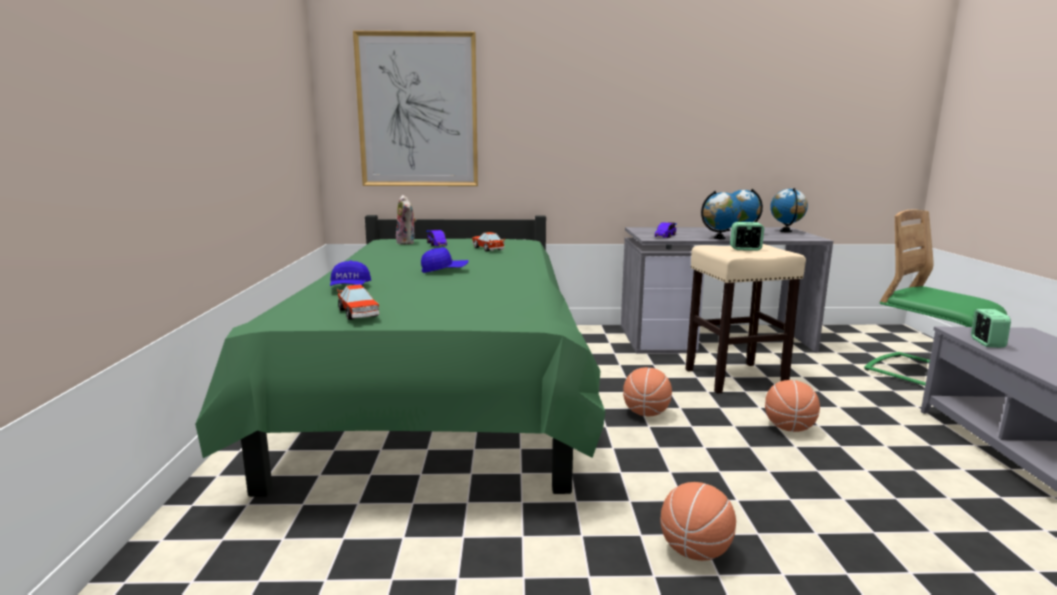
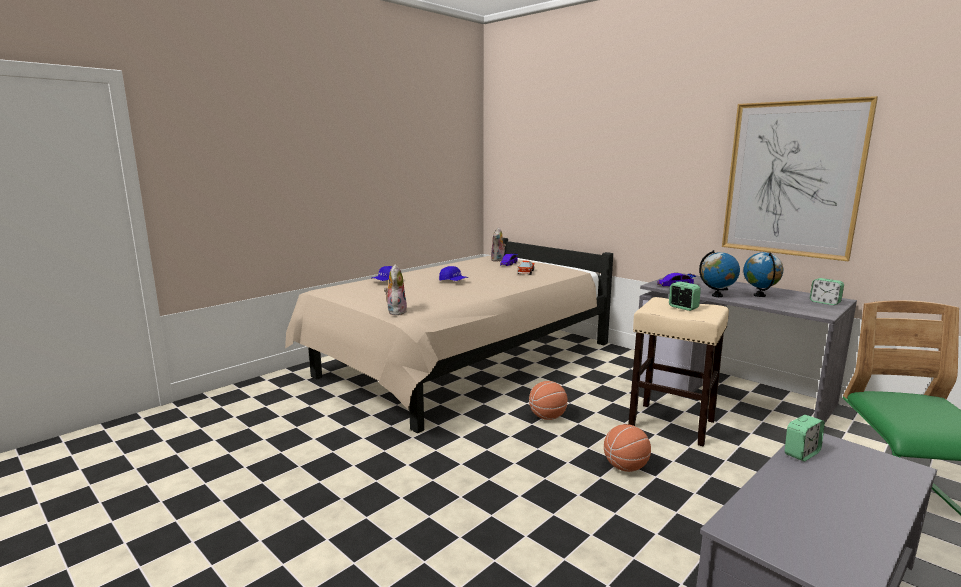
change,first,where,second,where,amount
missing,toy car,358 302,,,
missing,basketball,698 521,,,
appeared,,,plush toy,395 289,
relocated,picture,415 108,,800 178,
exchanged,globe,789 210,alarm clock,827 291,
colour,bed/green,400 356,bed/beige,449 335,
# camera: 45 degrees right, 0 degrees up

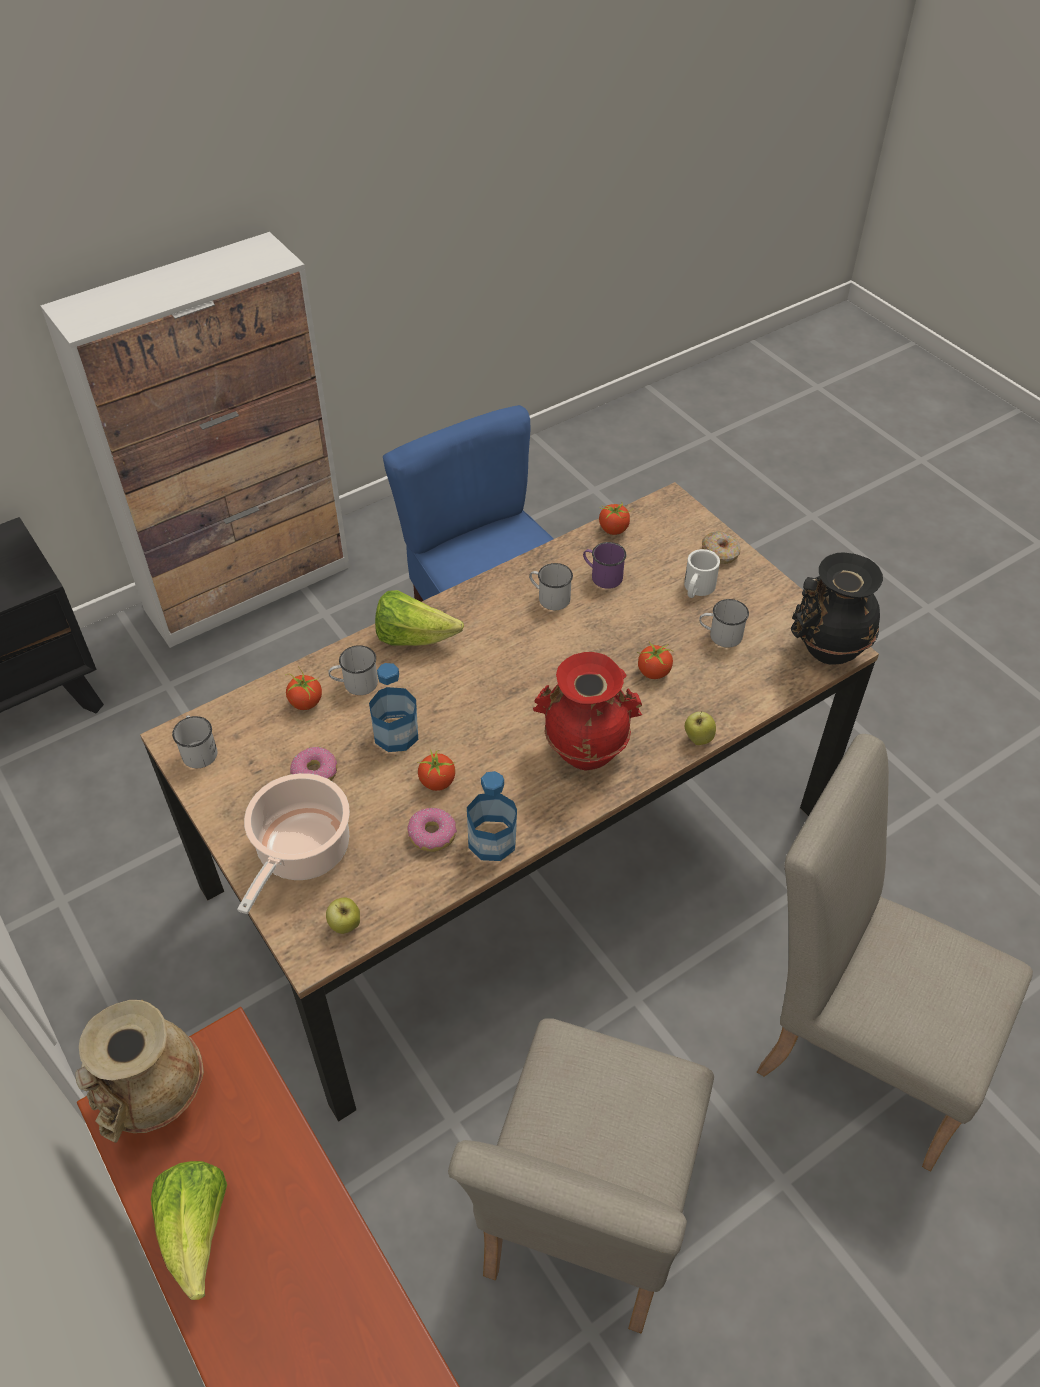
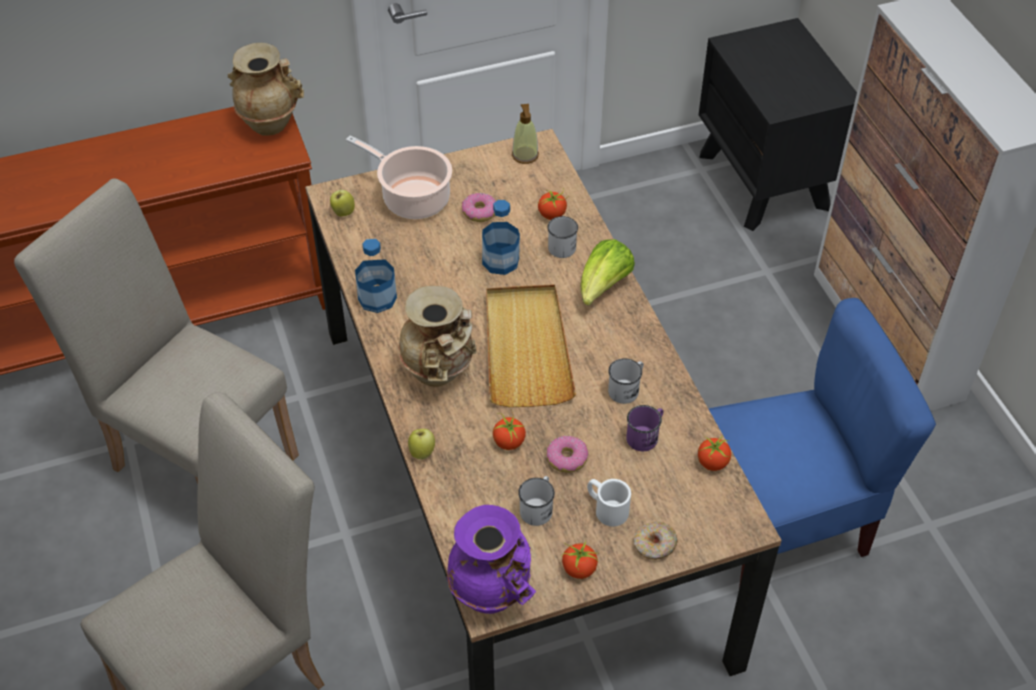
change,first,where,second,where,amount
missing,lettuce,189 1230,,,
appeared,,,tray/beige,531 346,
relocated,donut,432 830,,567 454,
relocated,tomato,436 770,,580 560,
exchanged,mug/white,195 741,soap dispenser,525 134,
colour,vase/red,587 711,vase/beige,437 336,
colour,vase/black,837 608,vase/purple,491 559,
# camera: 105 degrees right, 0 degrees up

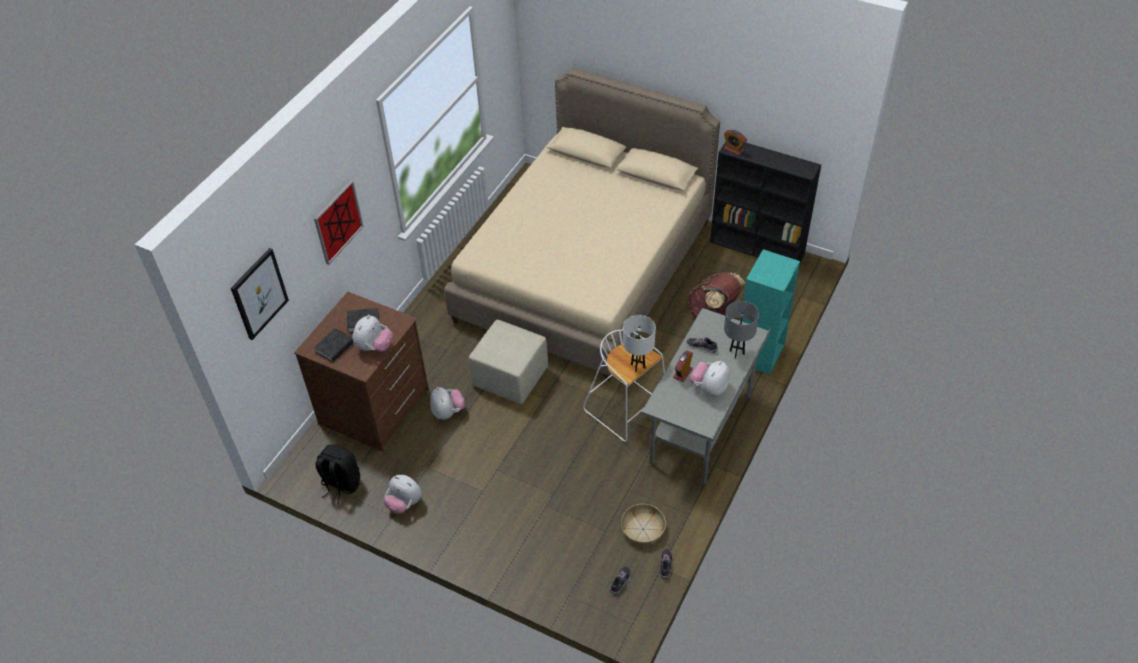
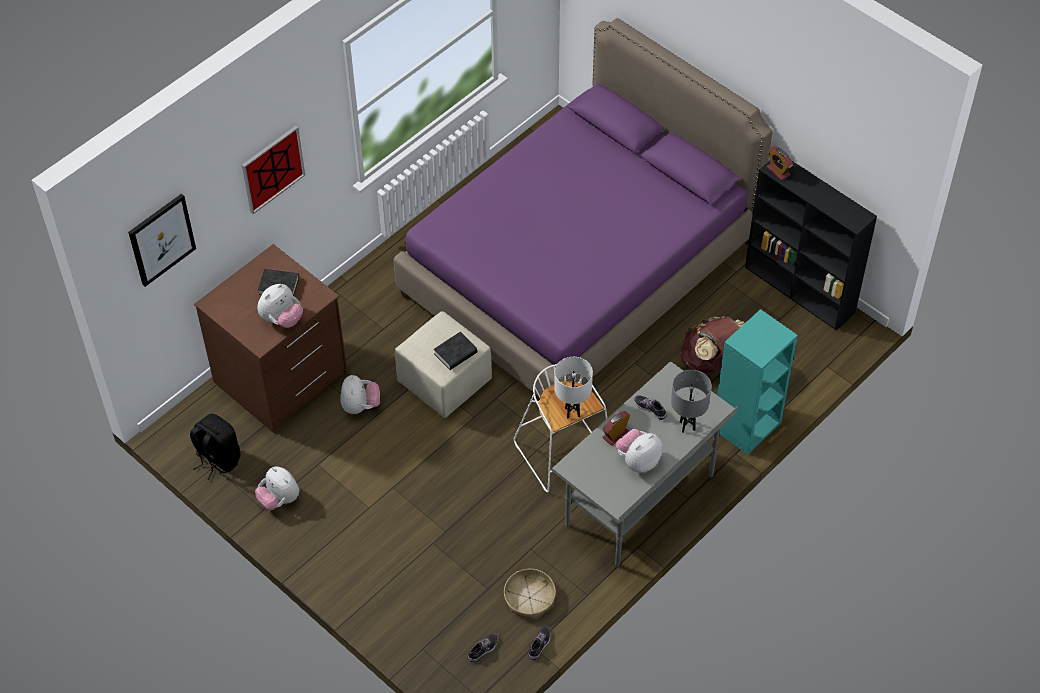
change,first,where,second,where,amount
relocated,book/black,333 345,,455 351,
colour,bed/beige,582 224,bed/purple,583 207,
# camera: 15 degrees right, 5 degrees up

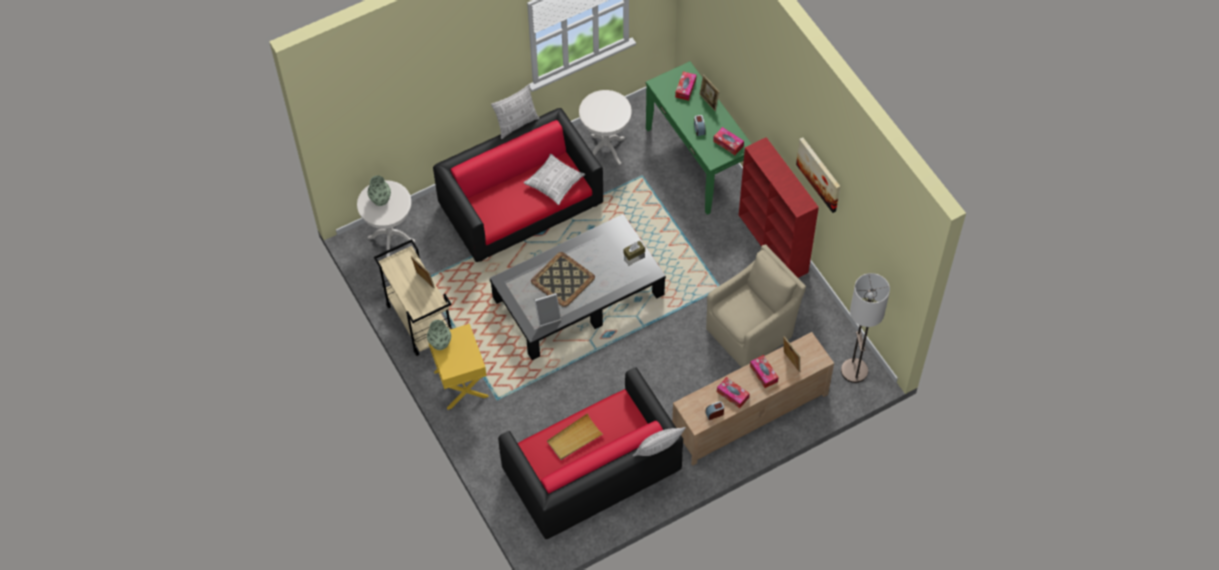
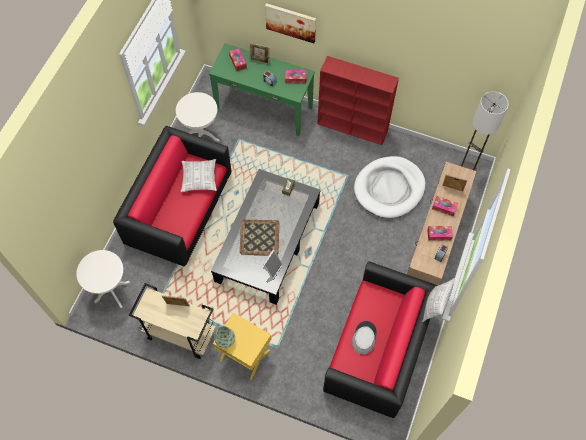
change,first,where,second,where,amount
missing,vase,379 190,,,
missing,pillow,515 111,,,
relocated,picture,818 175,,290 23,
exchanged,tray/beige,575 436,hat/grey,364 338,
exchanged,armchair/beige,756 305,dog bed/white,390 187,
# camera: 40 degrees left, 5 degrees up

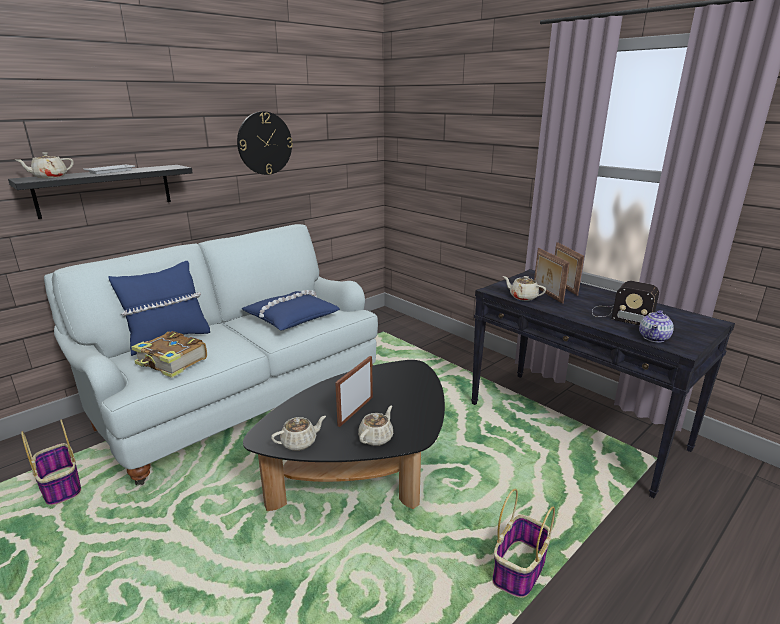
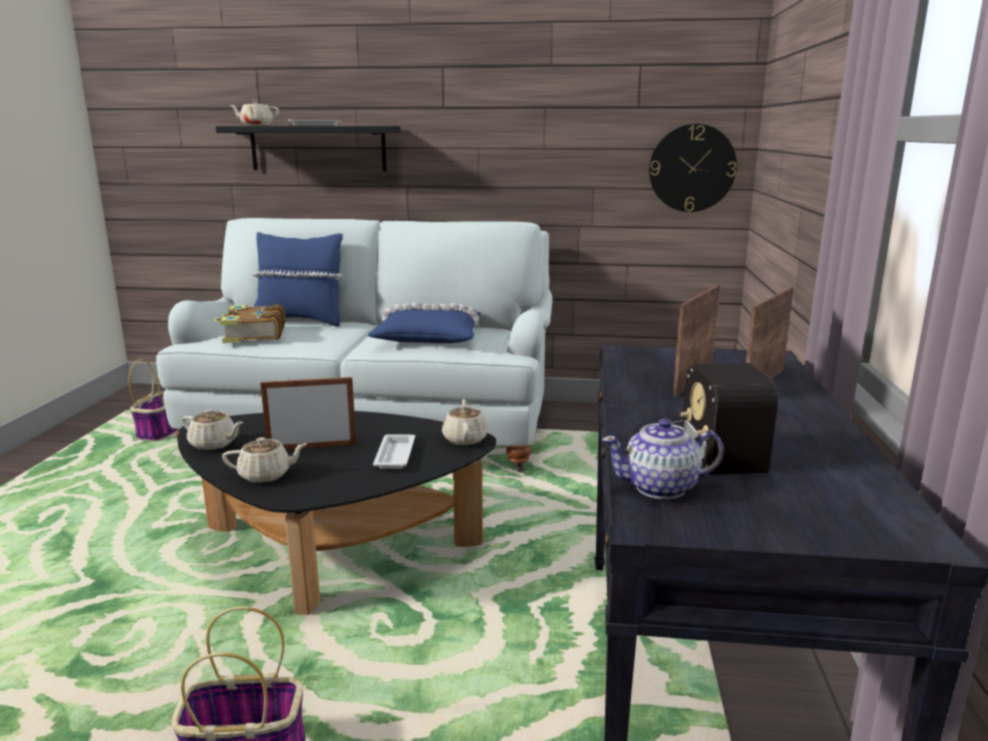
change,first,where,second,where,amount
appeared,,,tray/white,394 451,
relocated,wall clock,265 143,,693 168,
relocated,teapot/beige,524 288,,465 422,
# camera: 50 degrees right, 5 degrees down

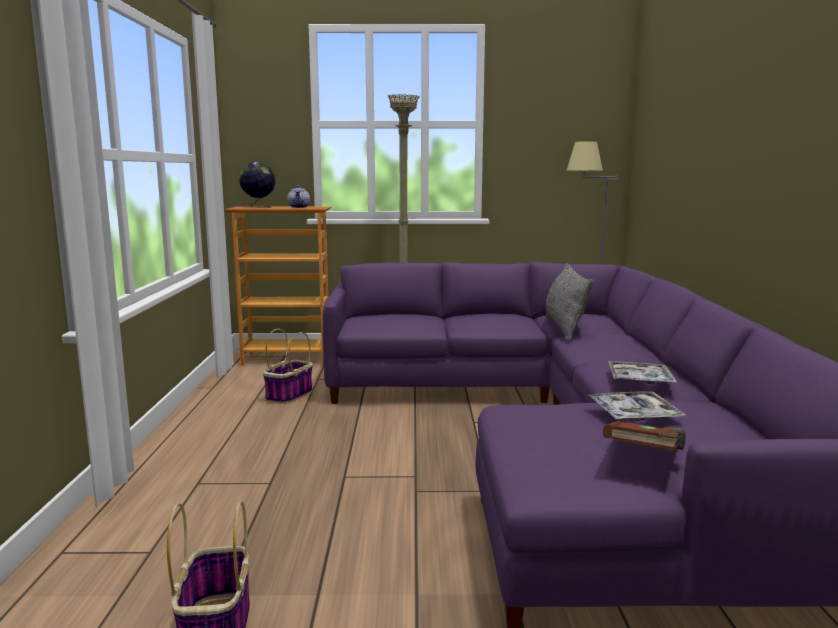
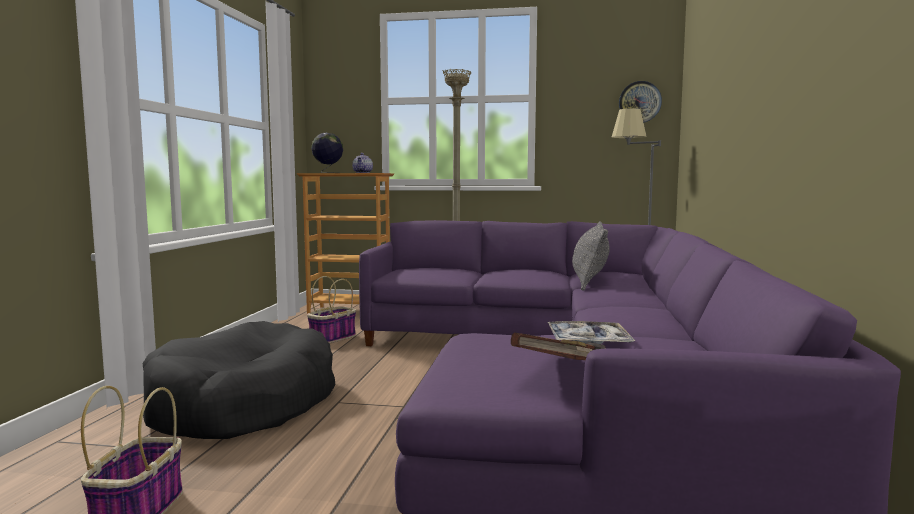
change,first,where,second,where,amount
missing,tray,642 372,,,
appeared,,,dog bed/black,238 380,
appeared,,,wall clock,640 102,
# camera: 10 degrees right, 5 degrees down

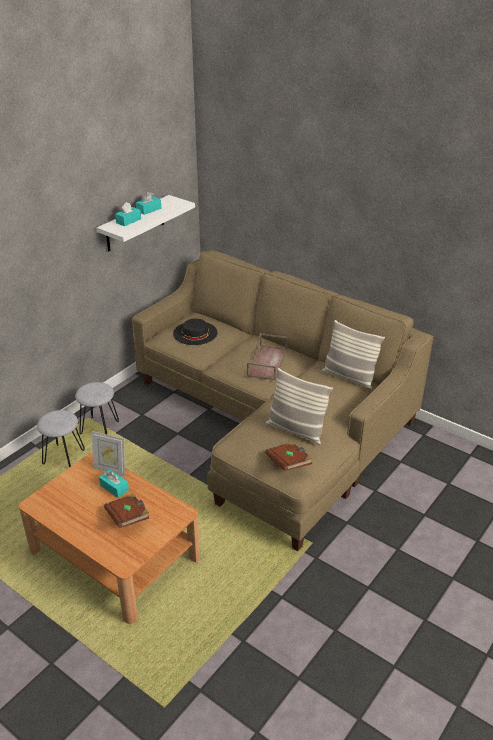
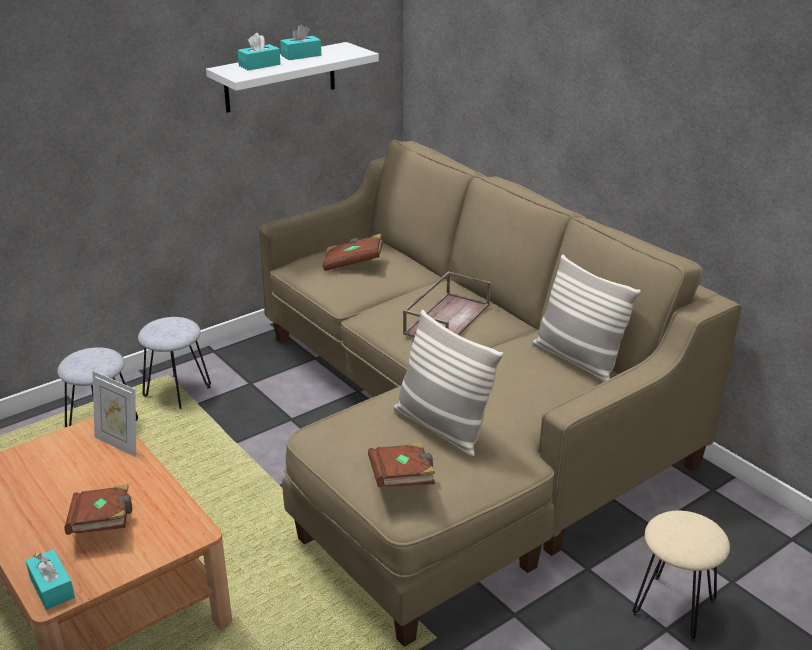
change,first,where,second,where,amount
appeared,,,stool/beige,681 576,
relocated,tissue box/turquoise,114 484,,50 579,
exchanged,hat/black,195 331,book/brown,352 252,
# camera: 15 degrees right, 5 degrees down

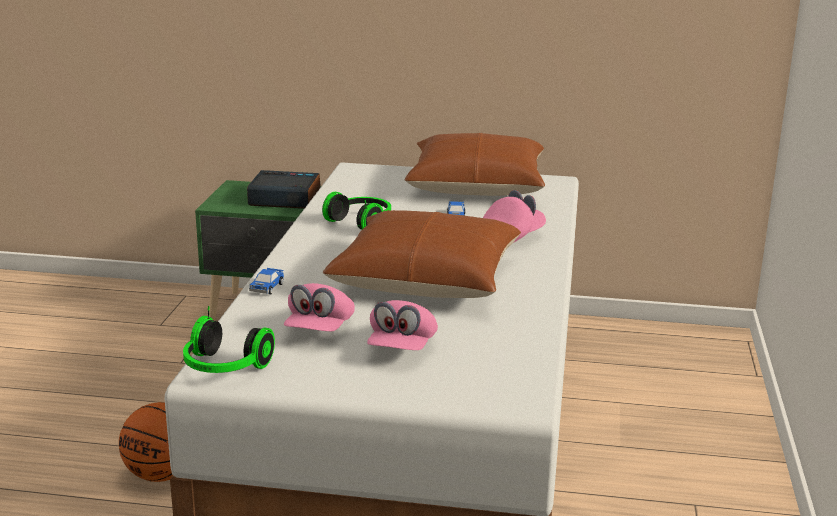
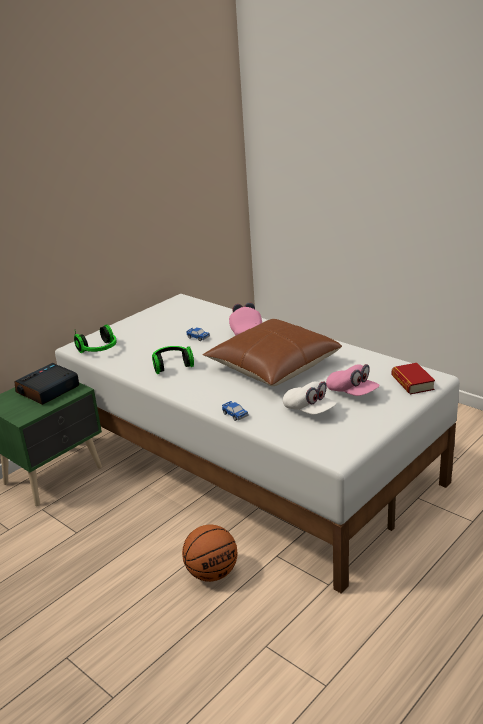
change,first,where,second,where,amount
missing,pillow/brown,474 164,,,
appeared,,,book,413 378,
relocated,headphones,229 339,,95 338,
colour,cap/pink,319 307,cap/white,310 398,
# camera: 55 degrees left, 5 degrees up

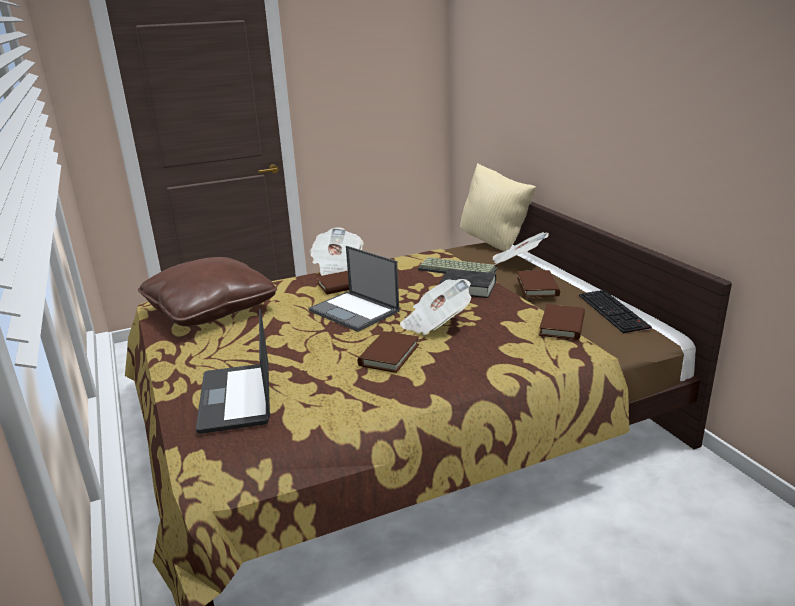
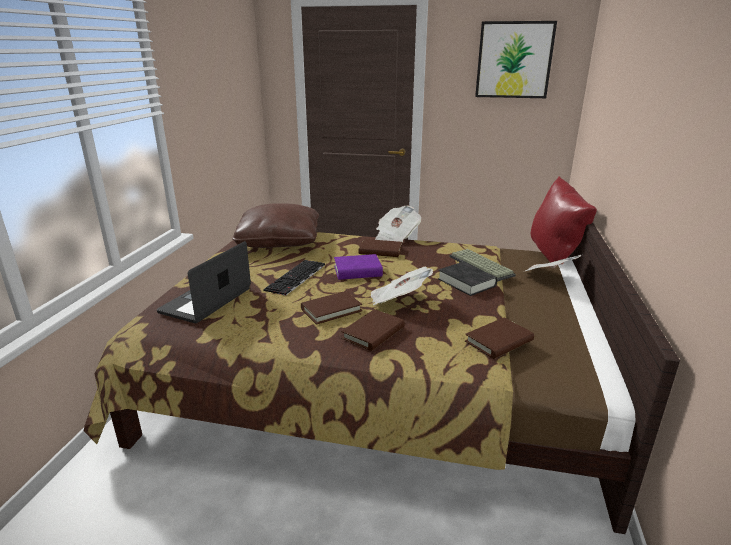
change,first,where,second,where,amount
appeared,,,picture,516 59,
relocated,book/brown,538 283,,373 330,
relocated,keyboard,615 311,,294 278,
exchanged,laptop,354 289,book/purple,358 267,
colour,pillow/beige,498 207,pillow/red,564 219,
# camera: 35 degrees right, 0 degrees up

